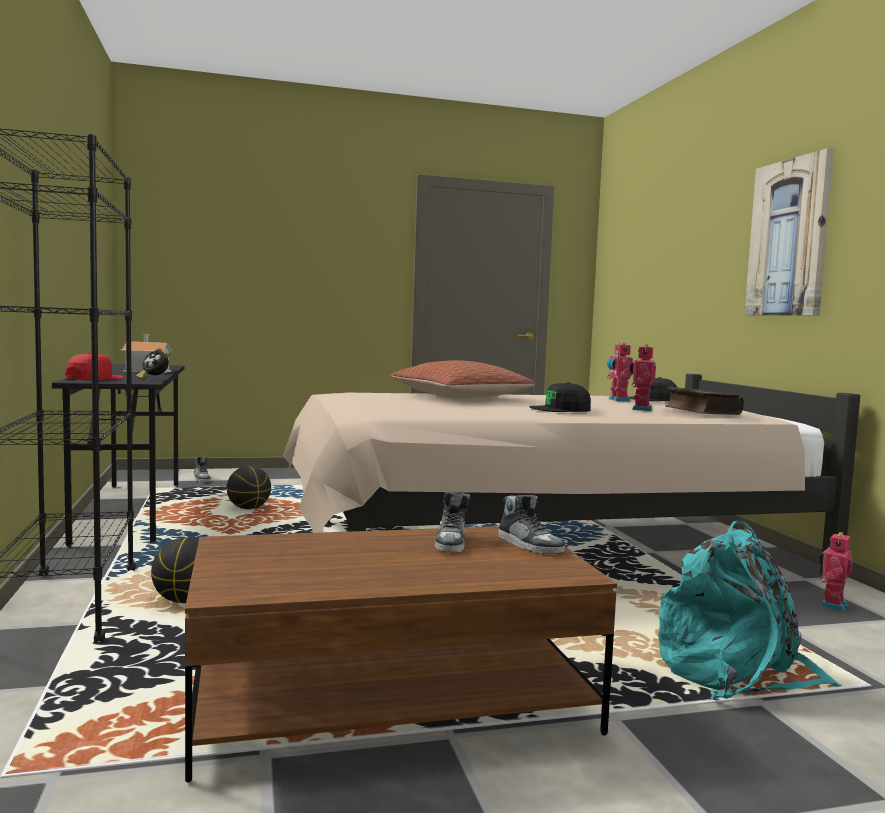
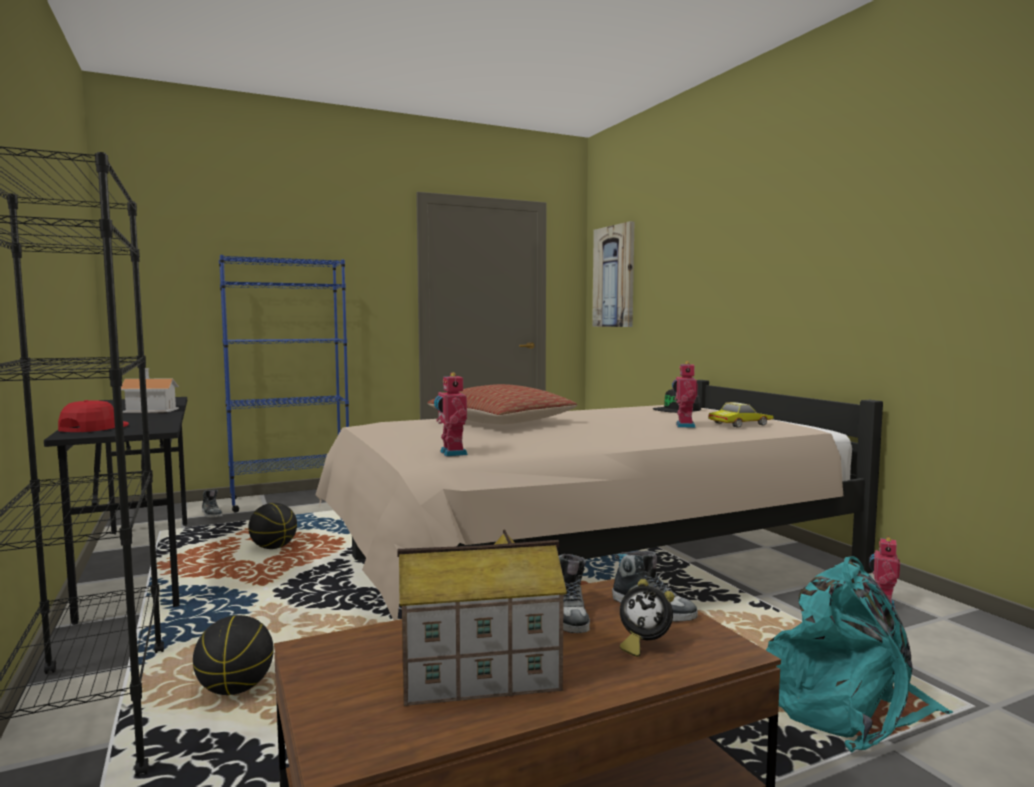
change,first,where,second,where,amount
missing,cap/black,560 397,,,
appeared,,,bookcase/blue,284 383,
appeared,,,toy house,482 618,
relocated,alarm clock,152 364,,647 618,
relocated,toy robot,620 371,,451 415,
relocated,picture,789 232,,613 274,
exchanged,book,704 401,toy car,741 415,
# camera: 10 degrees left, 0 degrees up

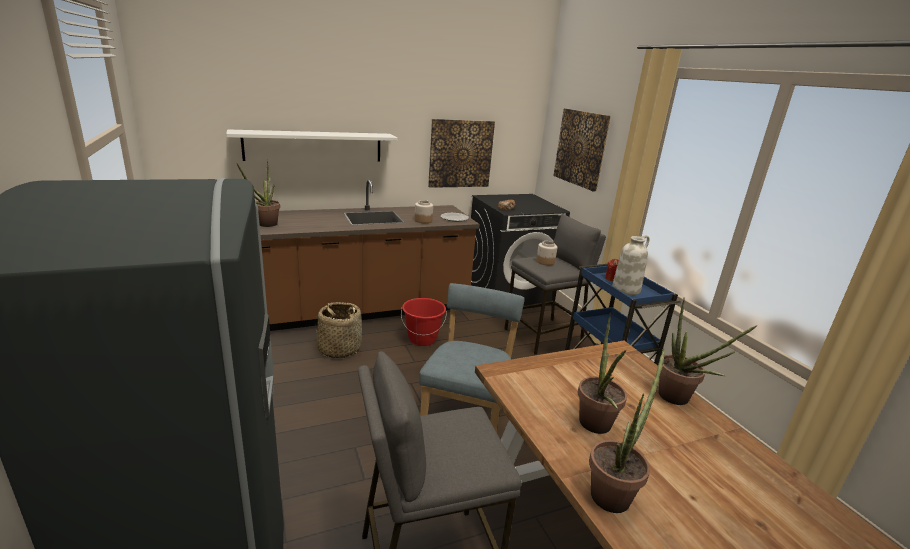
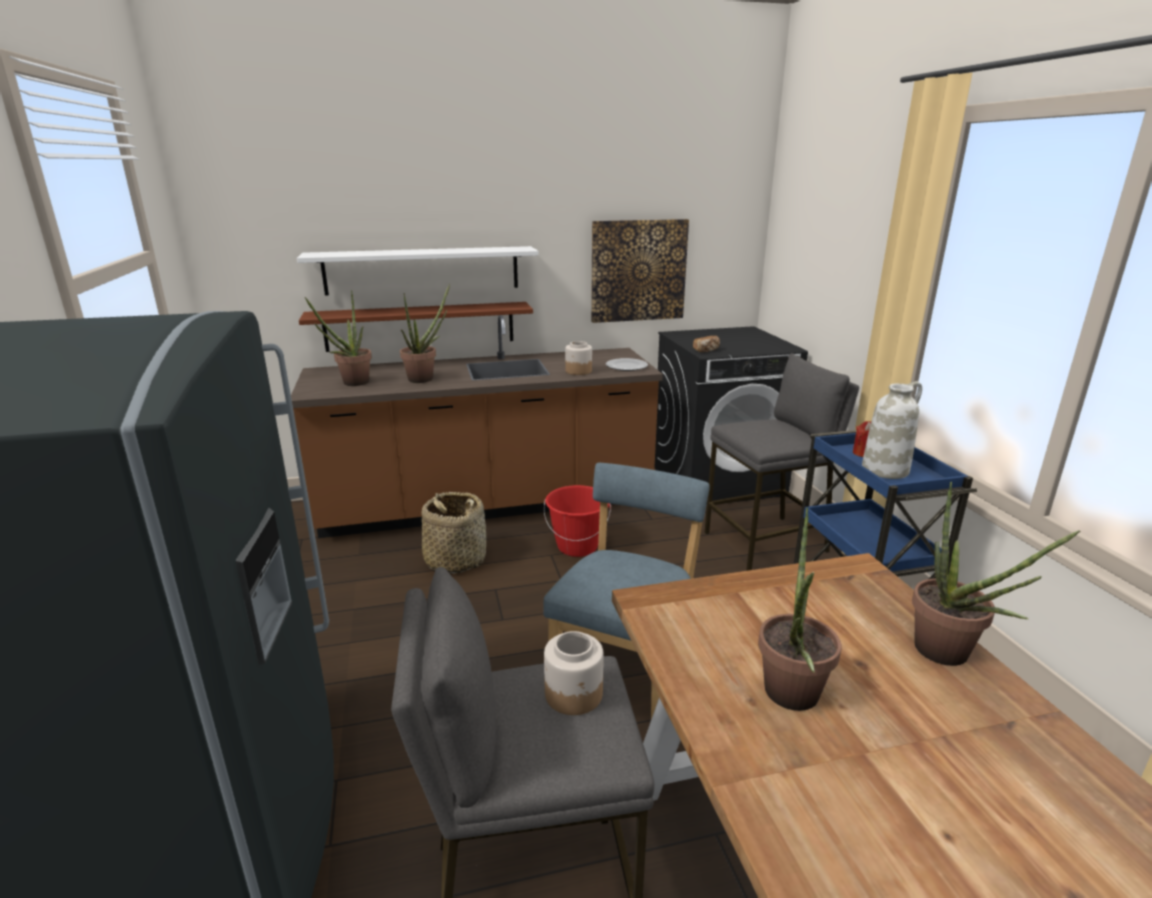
change,first,where,second,where,amount
missing,picture,582 149,,,
appeared,,,shelf/brown,416 327,
relocated,jar,547 253,,574 673,
relocated,potted plant,627 430,,425 333,
# camera: 10 degrees right, 0 degrees up

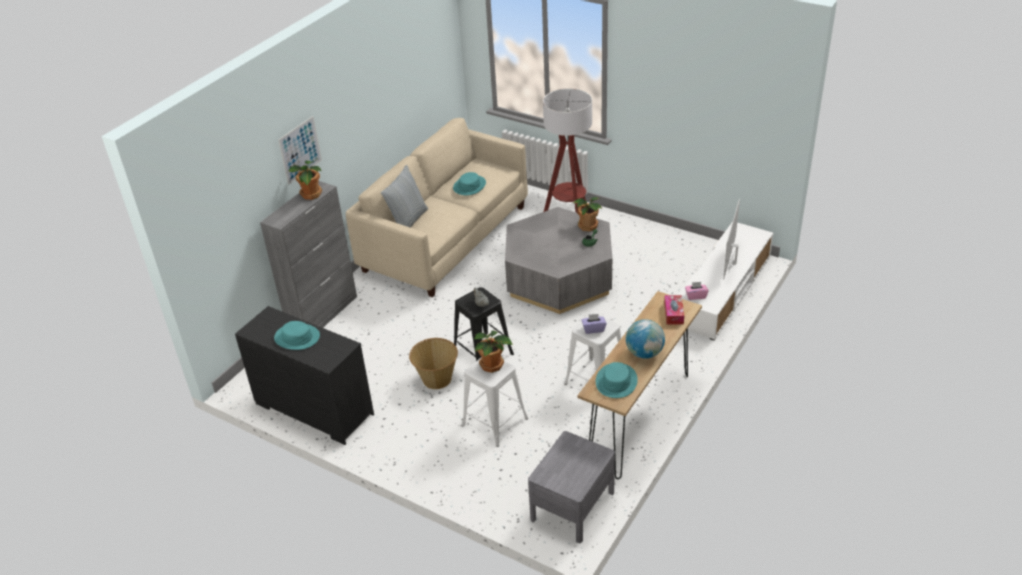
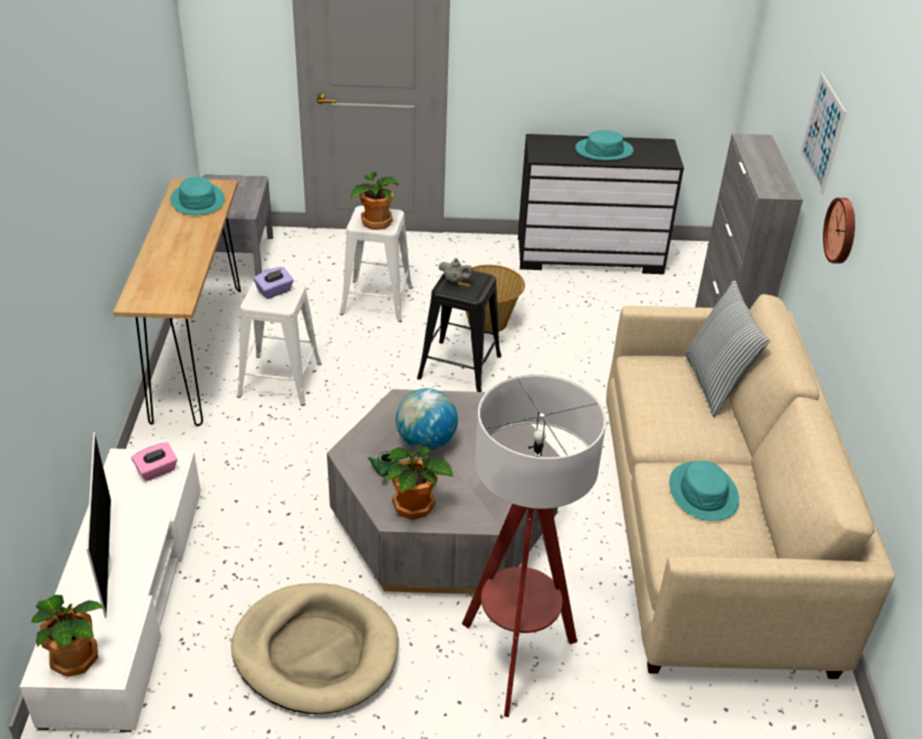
change,first,where,second,where,amount
missing,tissue box,674 310,,,
appeared,,,dog bed/beige,315 648,
appeared,,,wall clock,839 231,
relocated,potted plant,305 180,,68 636,
relocated,globe,645 339,,427 419,
# camera: 145 degrees right, 0 degrees up

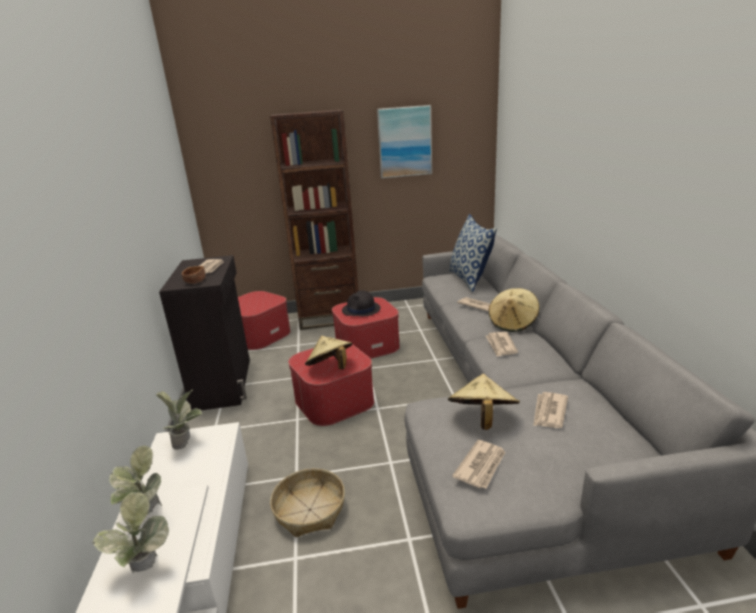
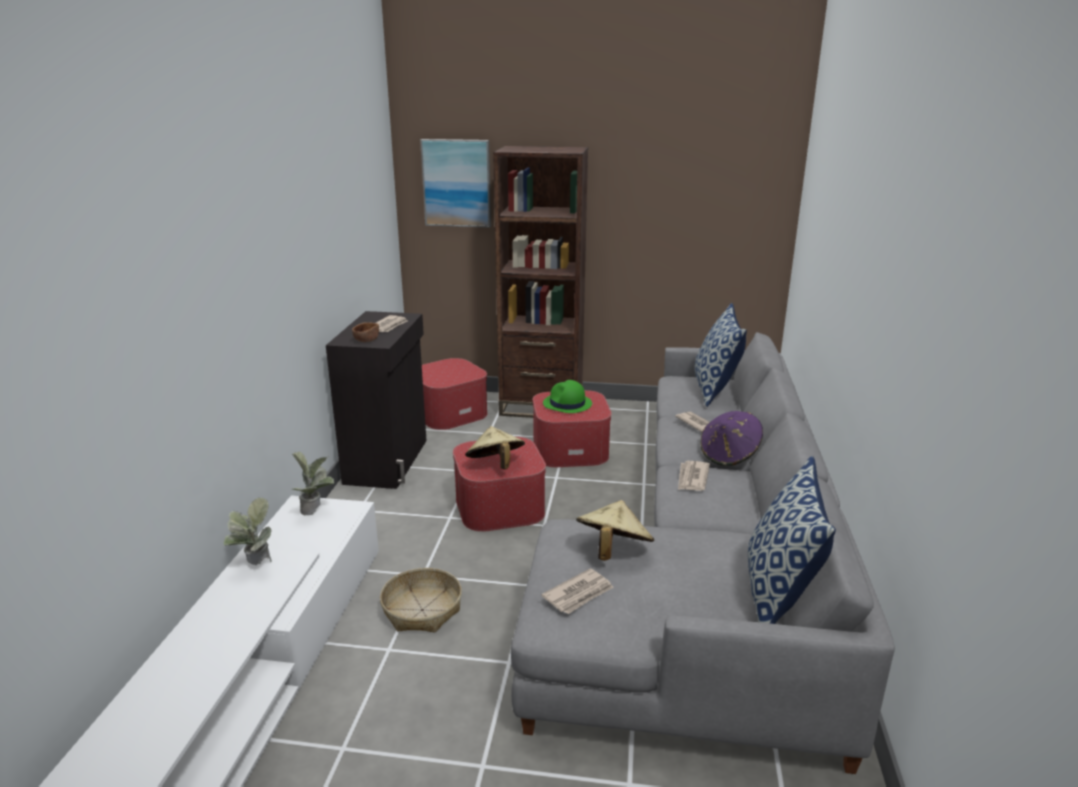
change,first,where,second,where,amount
missing,potted plant,130 532,,,
missing,newspaper,550 410,,,
appeared,,,pillow,792 540,
relocated,picture,404 141,,455 183,
colour,hat/black,361 303,hat/green,567 396,
colour,hat/beige,514 310,hat/purple,731 438,
# camera: 15 degrees right, 0 degrees up

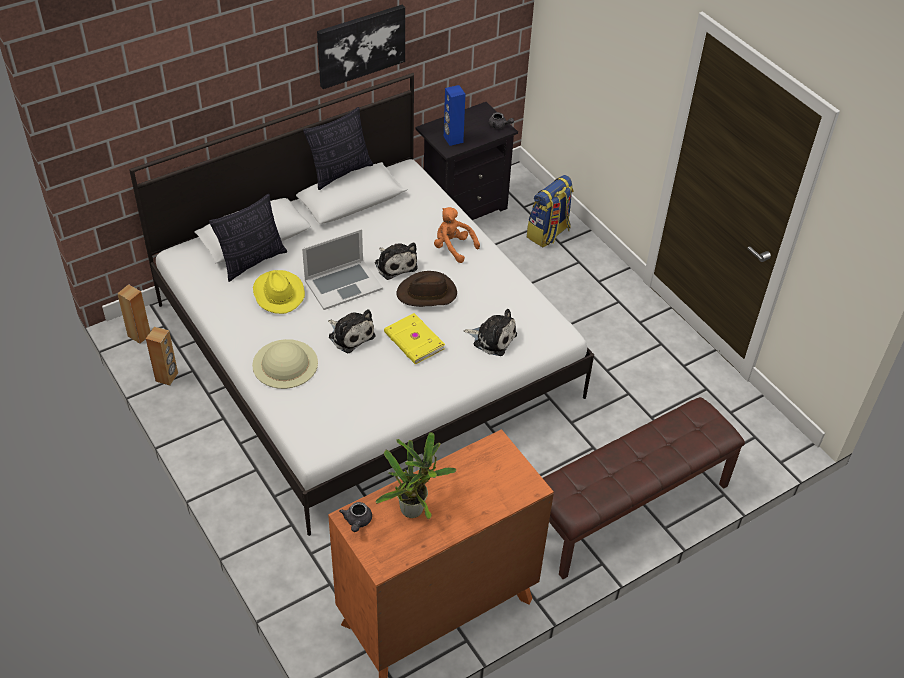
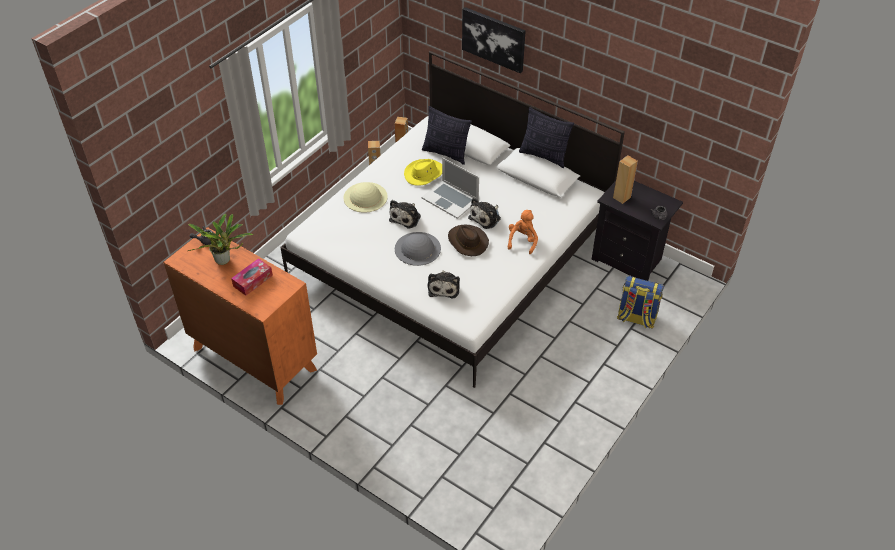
change,first,where,second,where,amount
missing,bench/brown,644 488,,,
appeared,,,tissue box,252 277,
relocated,picture,361 47,,494 40,
exchanged,book/yellow,414 338,hat/grey,418 249,
colour,speaker/blue,454 115,speaker/brown,625 179,
# camera: 70 degrees right, 0 degrees up

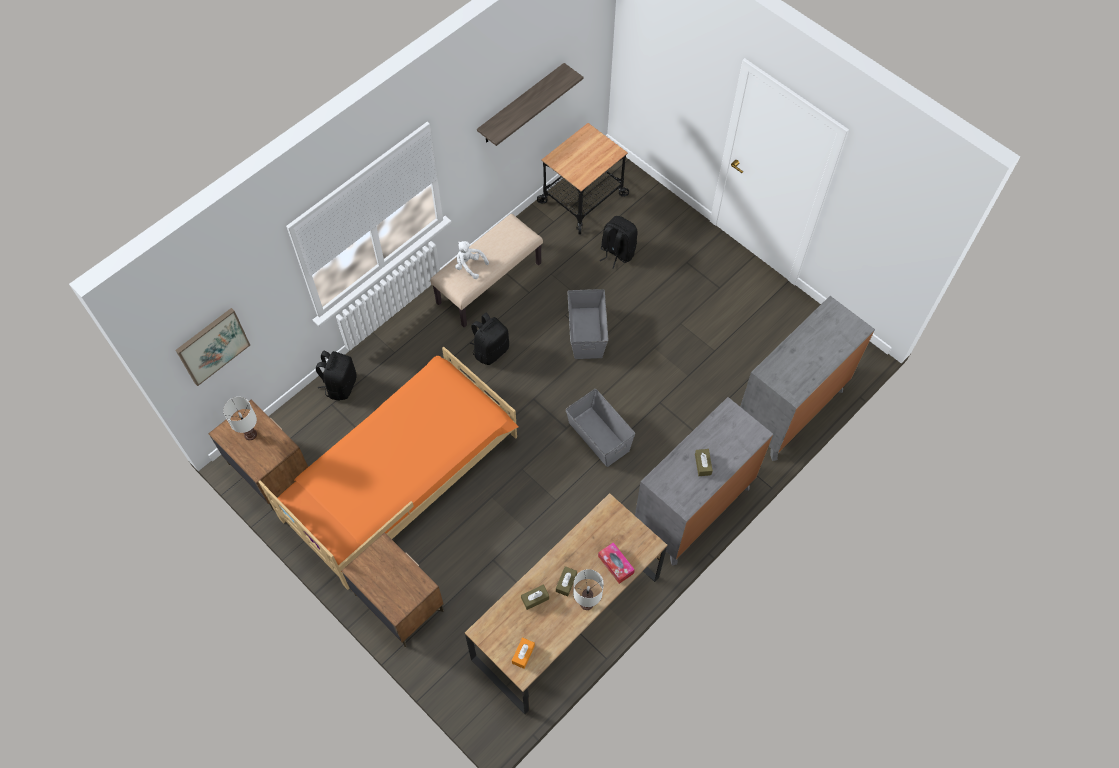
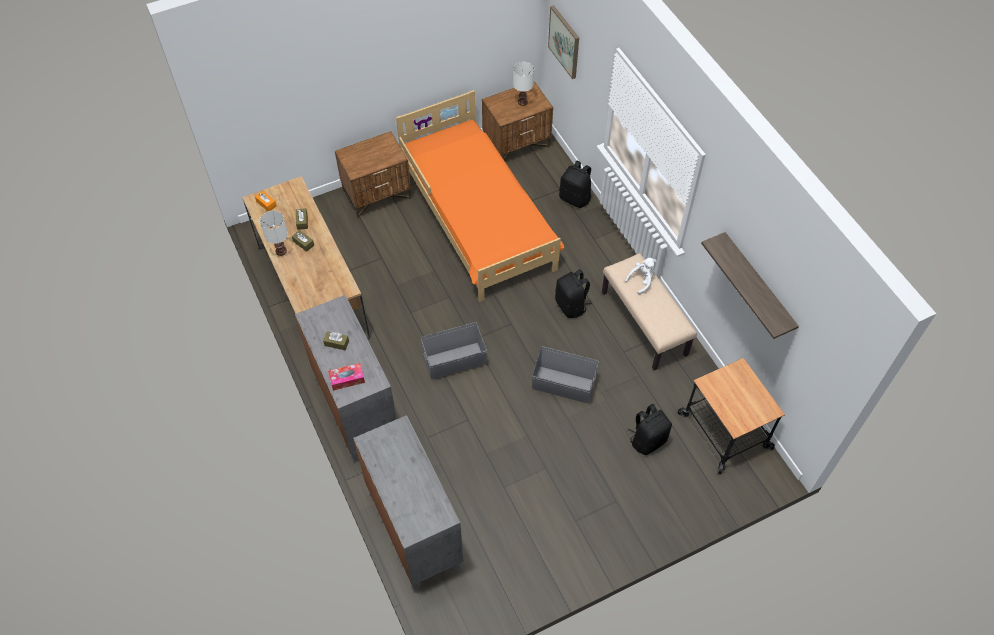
change,first,where,second,where,amount
relocated,tissue box,616 563,,346 377,
# camera: 110 degrees right, 5 degrees down

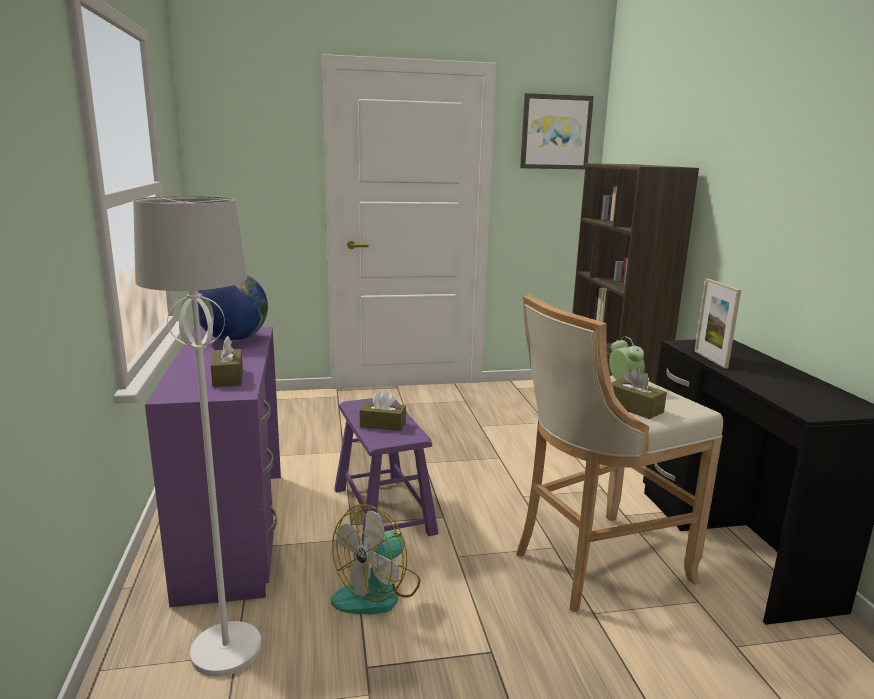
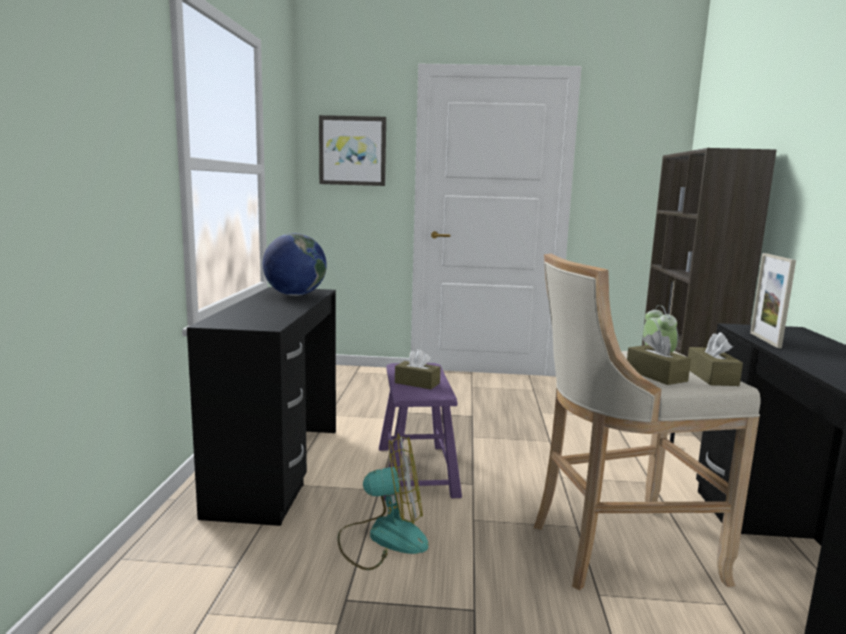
change,first,where,second,where,amount
missing,floor lamp/white,197 436,,,
relocated,tissue box/brown,227 361,,715 359,
relocated,picture,557 131,,352 150,
colour,desk/purple,213 466,desk/black,261 406,
spun,fan,375 559,,383 501,150 degrees counterclockwise
# camera: 15 degrees right, 5 degrees down

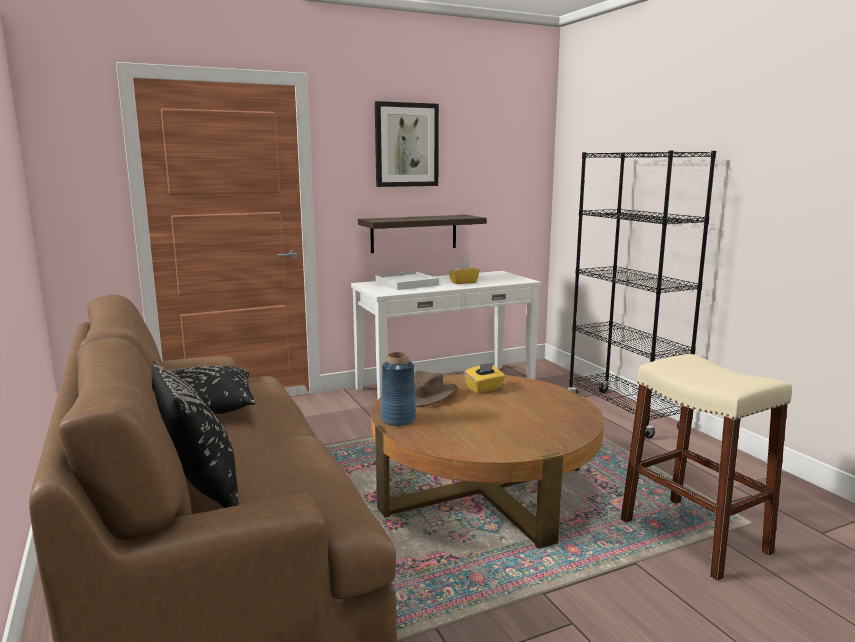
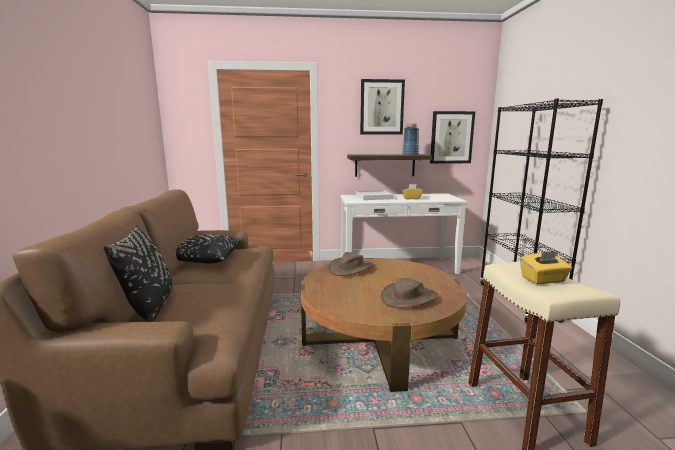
change,first,where,second,where,amount
appeared,,,hat/brown,409 293,
appeared,,,picture,452 137,
relocated,vase/blue,398 389,,411 139,
relocated,tissue box/yellow,484 378,,546 267,
# camera: 20 degrees right, 0 degrees up

